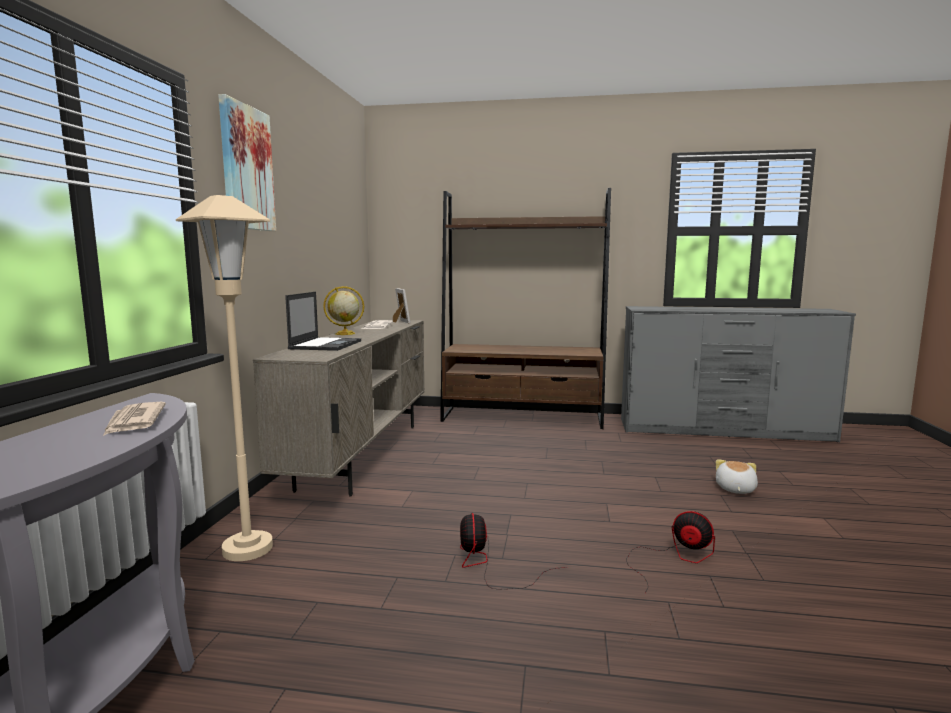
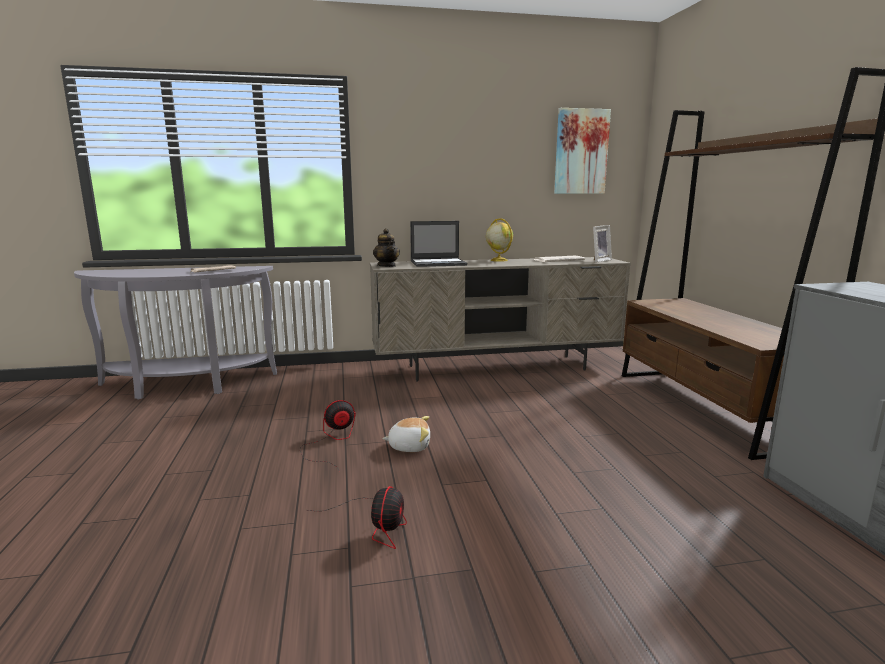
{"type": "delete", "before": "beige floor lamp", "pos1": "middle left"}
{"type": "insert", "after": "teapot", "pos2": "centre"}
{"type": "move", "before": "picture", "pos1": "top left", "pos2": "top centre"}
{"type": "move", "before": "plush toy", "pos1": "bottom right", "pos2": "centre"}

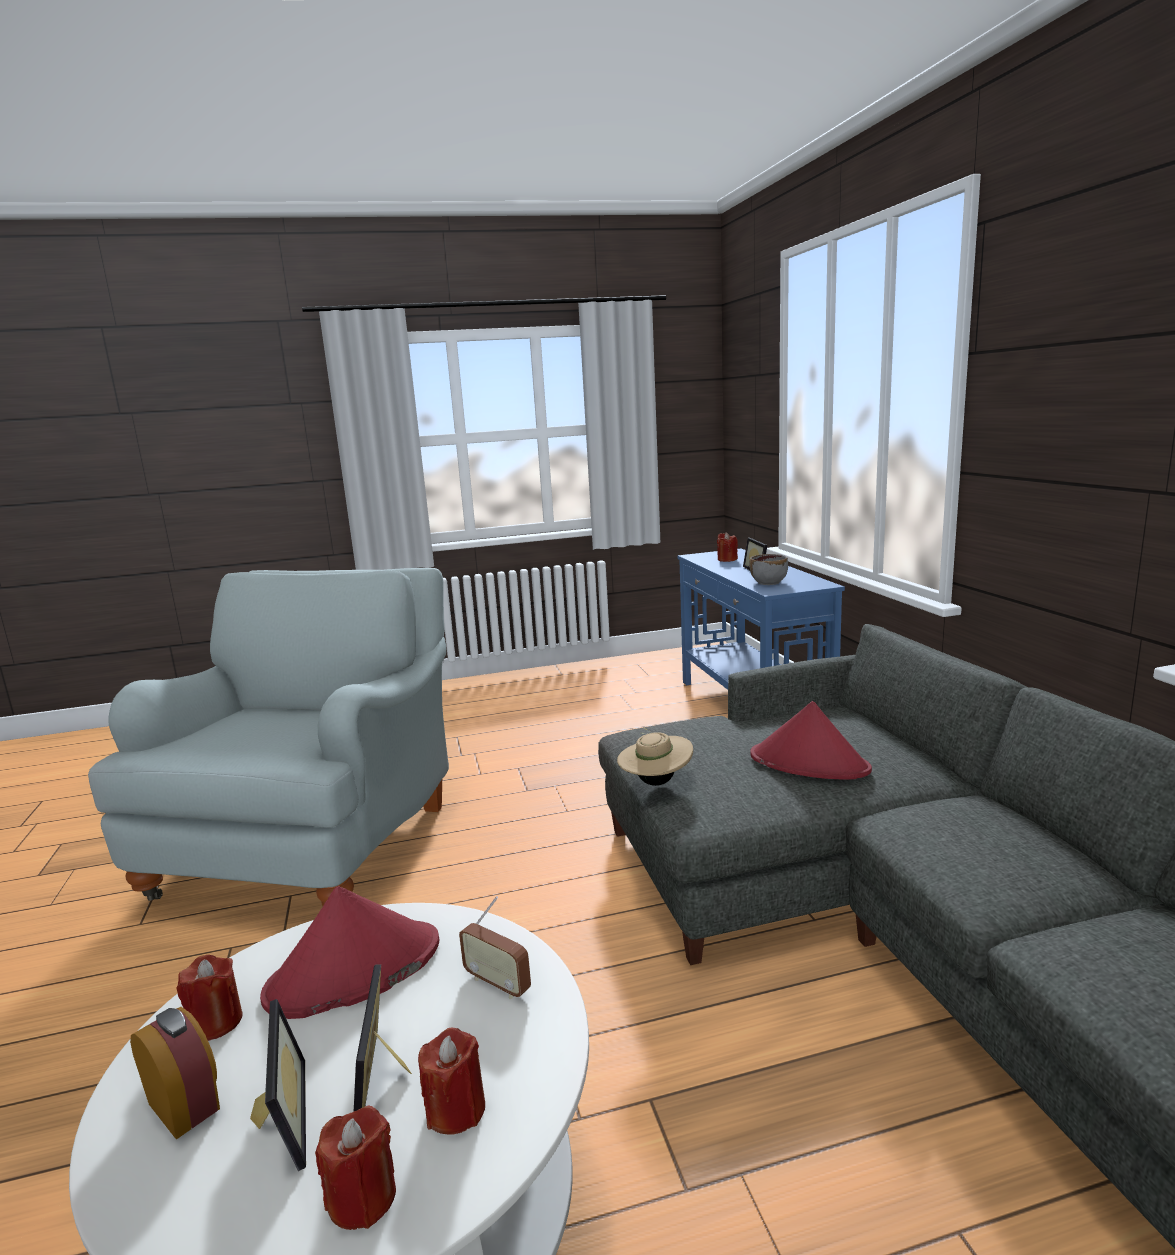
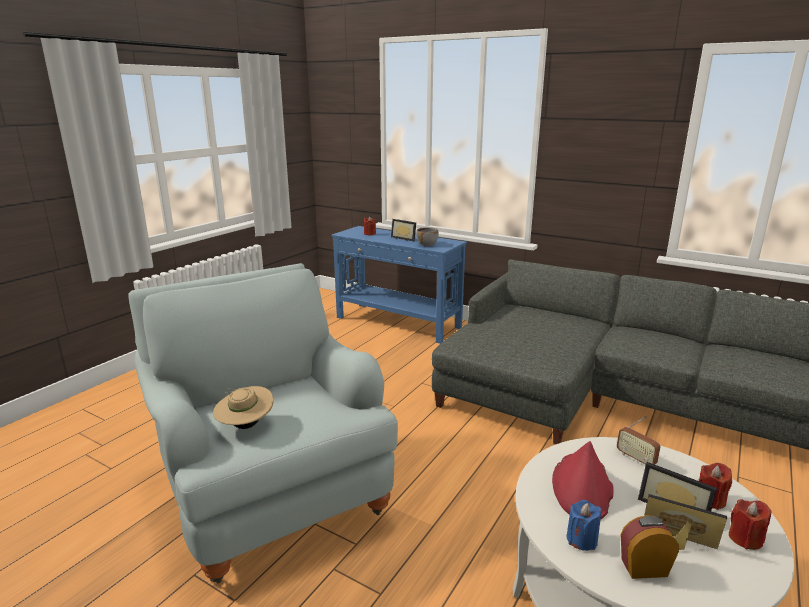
{"type": "delete", "before": "red hat (2nd from left)", "pos1": "middle right"}
{"type": "move", "before": "beige hat", "pos1": "centre", "pos2": "bottom left"}
{"type": "recolor", "before": "red candle (1st from left)", "after": "blue candle", "pos1": "bottom left", "pos2": "bottom right"}
{"type": "rotate", "before": "radio", "pos1": "bottom centre", "pos2": "bottom right", "turn": 60}

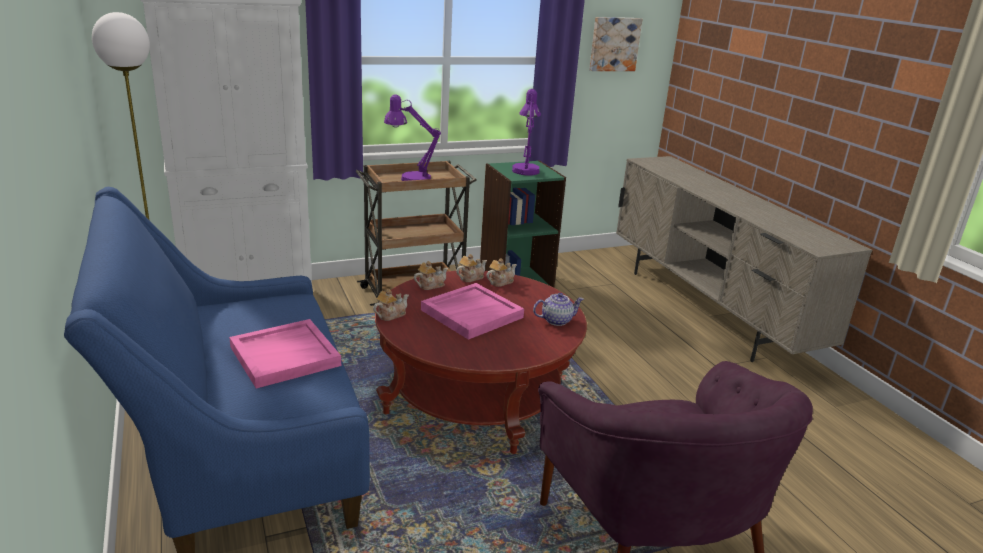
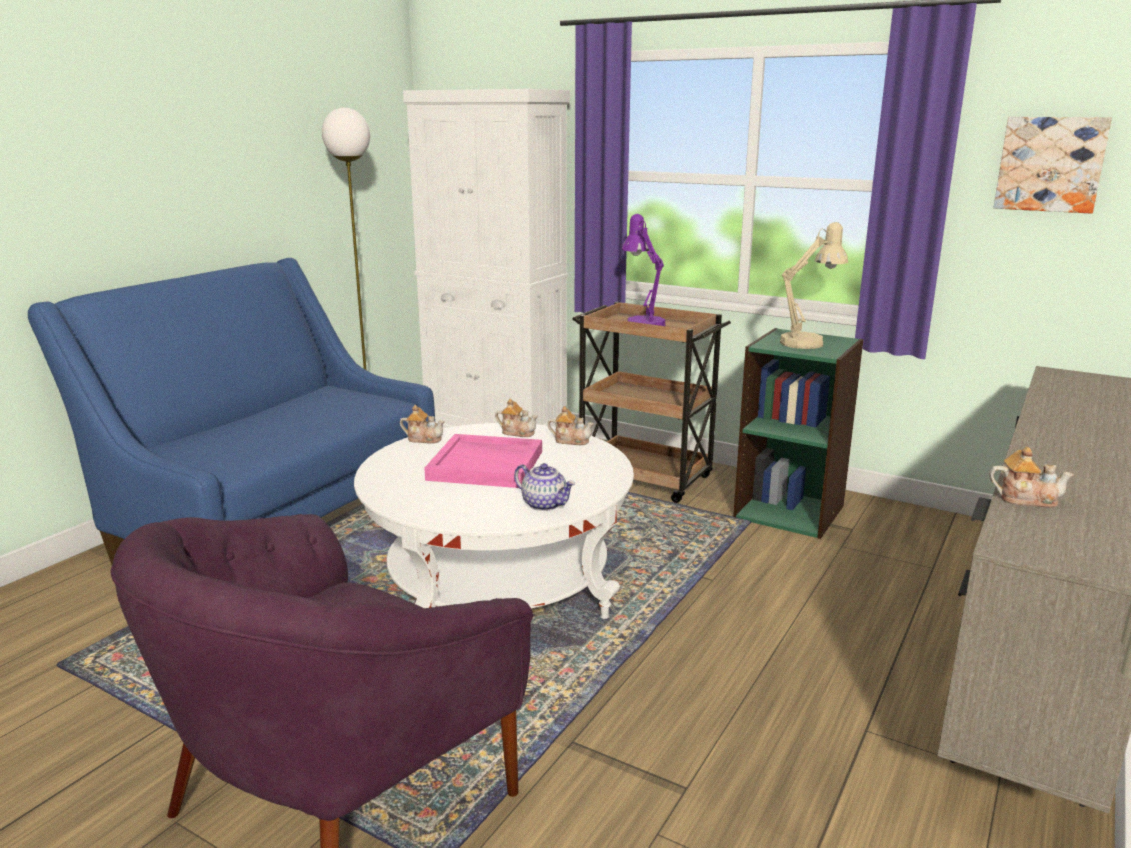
{"type": "delete", "before": "pink tray (1st from left)", "pos1": "middle left"}
{"type": "move", "before": "teapot (4th from left in the first image)", "after": "teapot (5th from left)", "pos1": "centre", "pos2": "middle right"}
{"type": "recolor", "before": "red coffee table", "after": "white coffee table", "pos1": "centre", "pos2": "centre"}
{"type": "recolor", "before": "purple table lamp (2nd from left)", "after": "beige table lamp", "pos1": "top centre", "pos2": "middle right"}

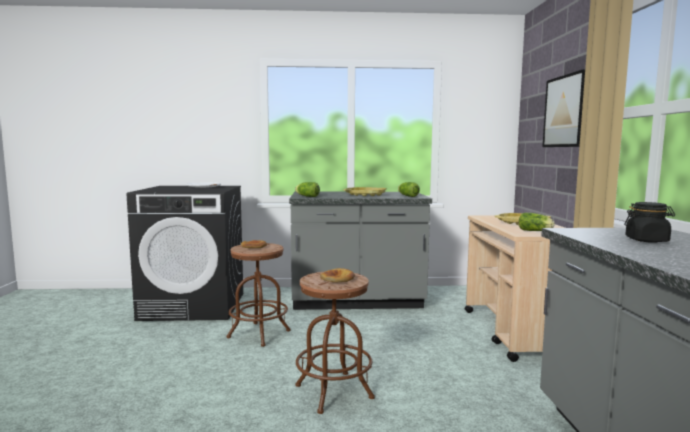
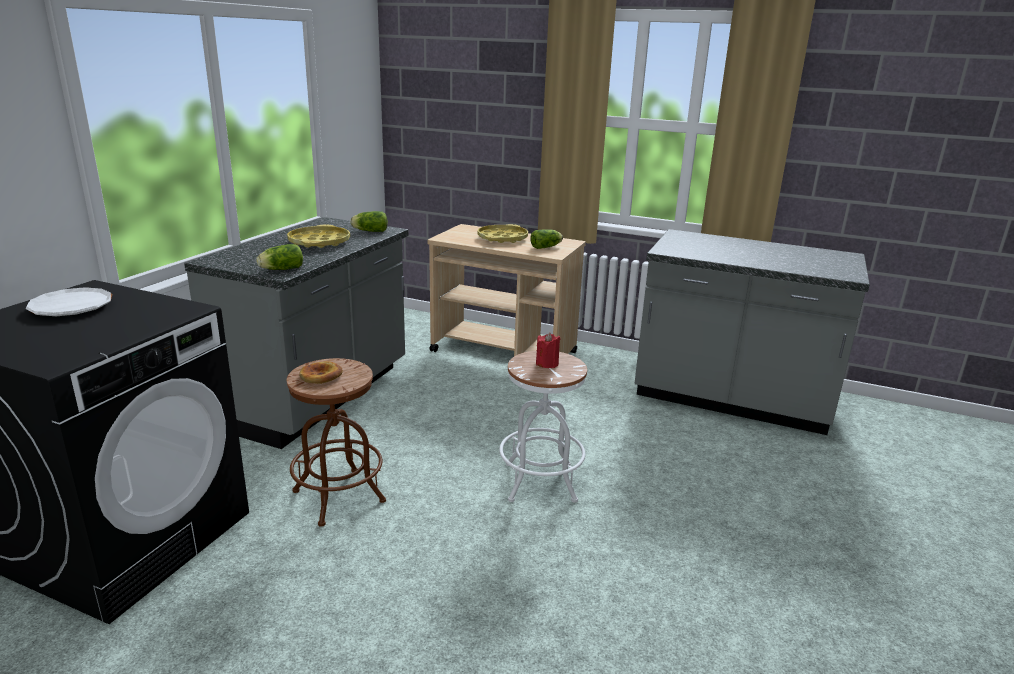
{"type": "delete", "before": "picture", "pos1": "top right"}
{"type": "delete", "before": "black jar", "pos1": "middle right"}
{"type": "replace", "before": "bread (2nd from left)", "after": "red candle", "pos1": "centre", "pos2": "centre"}
{"type": "recolor", "before": "brown stool (2nd from left)", "after": "white stool", "pos1": "bottom centre", "pos2": "centre"}

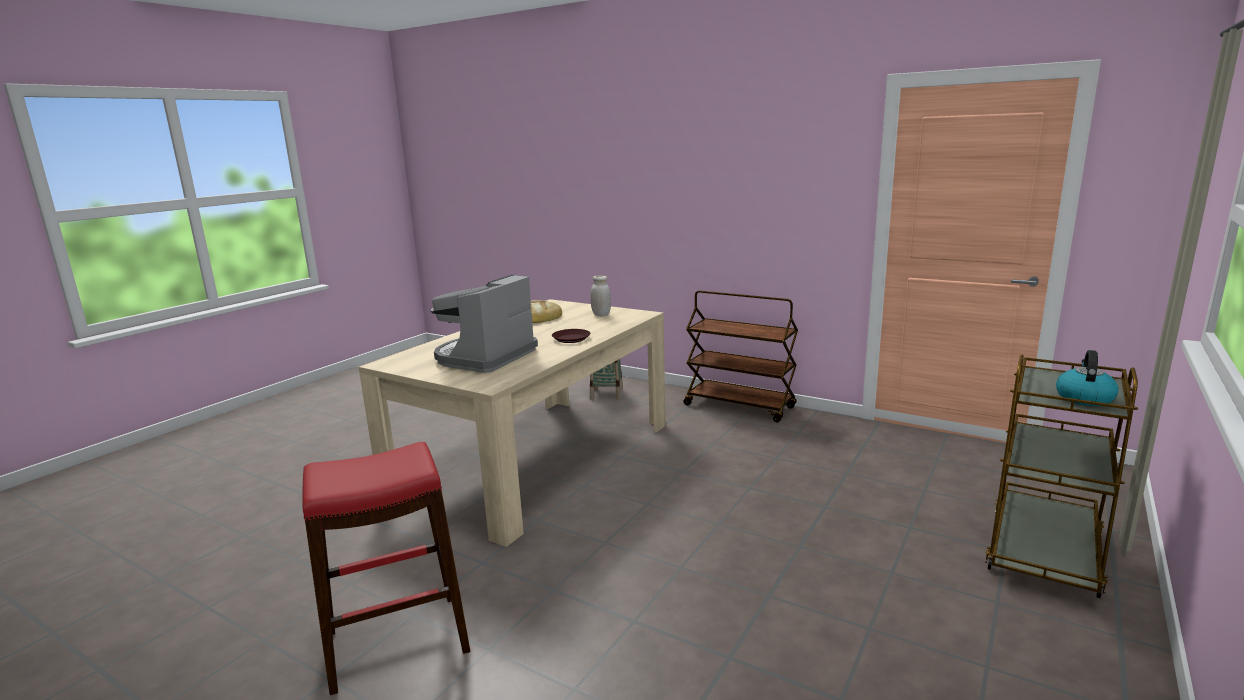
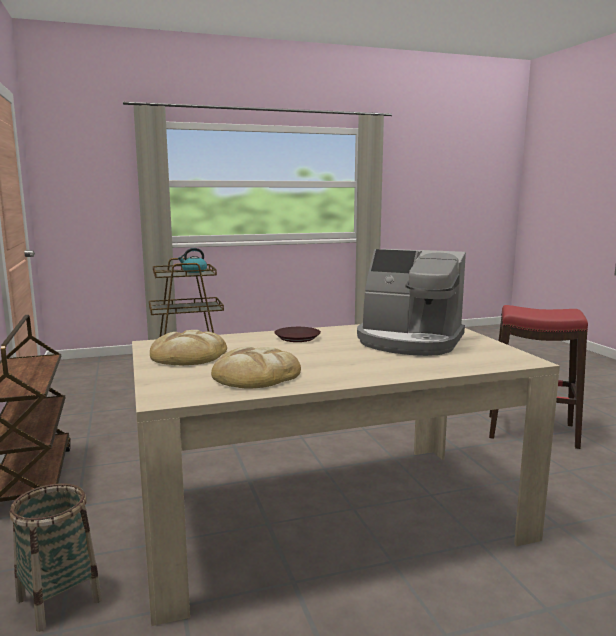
{"type": "replace", "before": "white jar", "after": "bread (1st from left)", "pos1": "centre", "pos2": "middle left"}
{"type": "rotate", "before": "coffee machine", "pos1": "centre", "pos2": "middle right", "turn": 45}

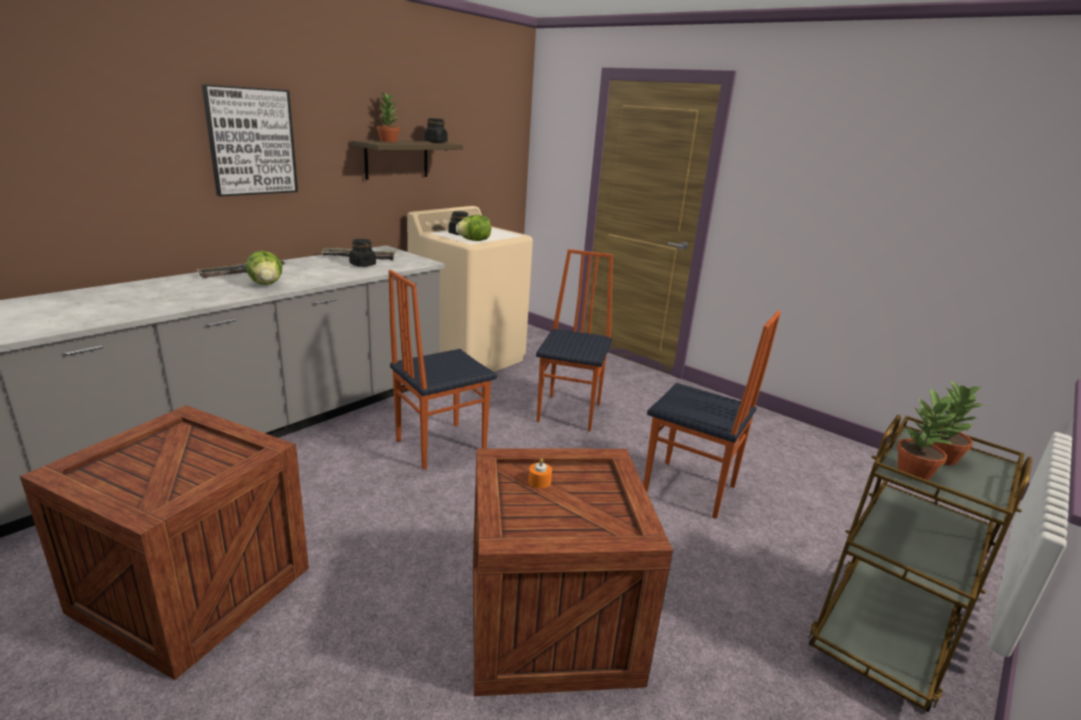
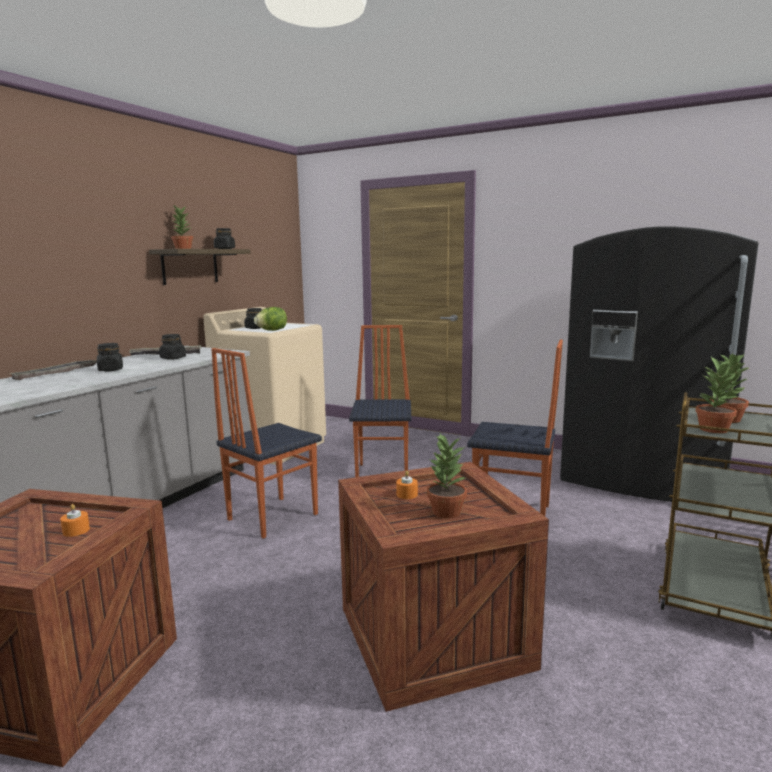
{"type": "delete", "before": "picture", "pos1": "top left"}
{"type": "delete", "before": "lettuce (1st from left)", "pos1": "middle left"}
{"type": "insert", "after": "orange candle (1st from left)", "pos2": "bottom left"}
{"type": "insert", "after": "black jar (1st from left)", "pos2": "middle left"}
{"type": "insert", "after": "potted plant (2nd from left)", "pos2": "centre"}
{"type": "insert", "after": "black fridge", "pos2": "middle right"}

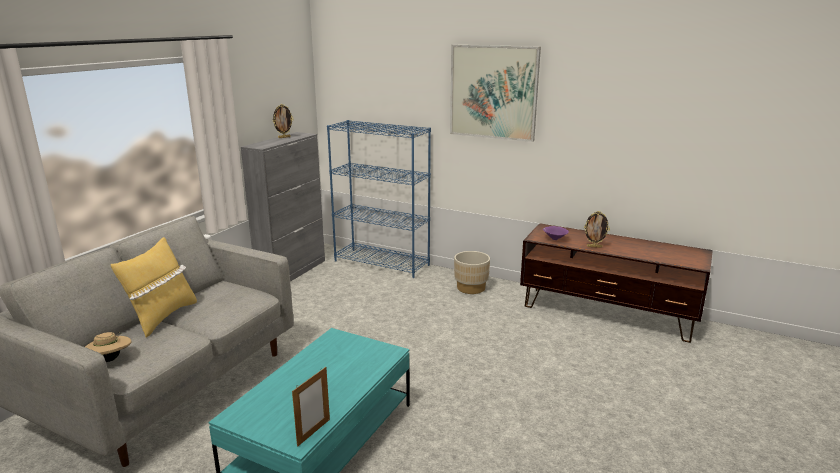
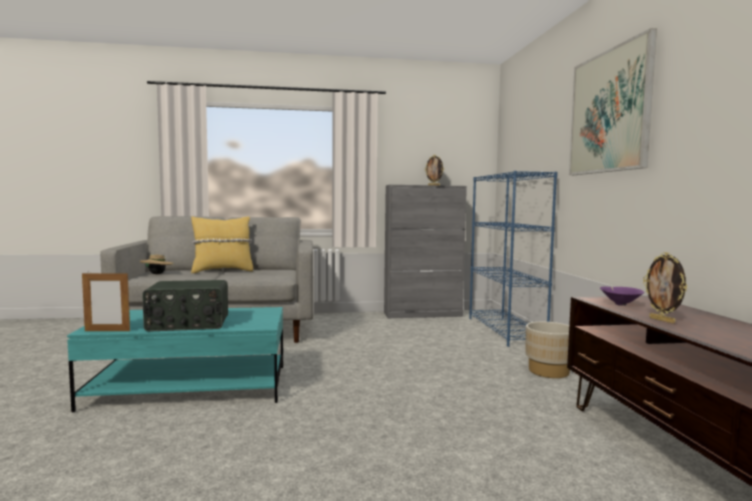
{"type": "insert", "after": "radio", "pos2": "middle left"}

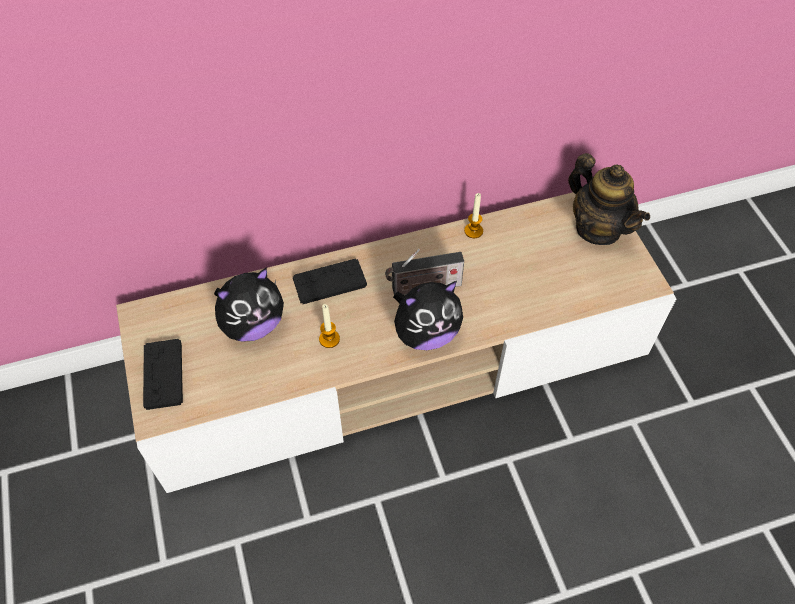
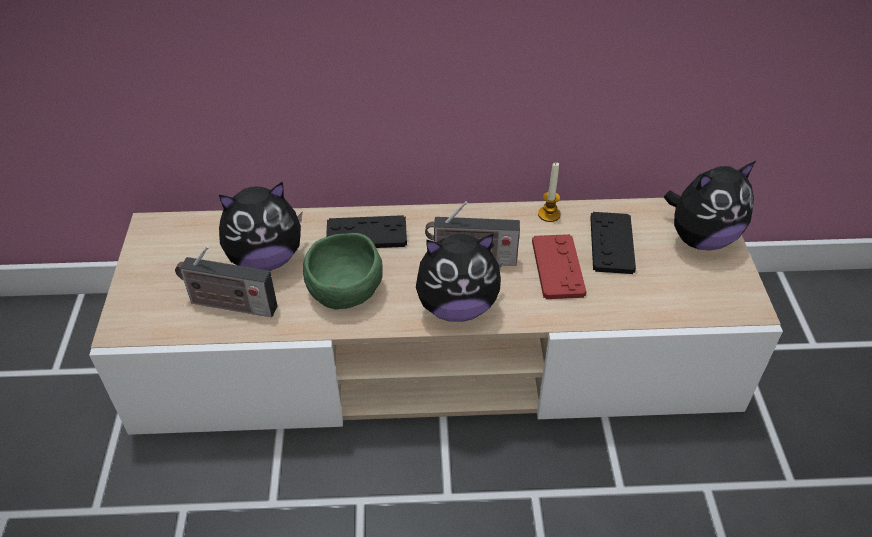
{"type": "insert", "after": "radio (1st from left)", "pos2": "middle left"}
{"type": "insert", "after": "red game controller", "pos2": "centre"}
{"type": "move", "before": "black game controller (1st from left in the first image)", "after": "black game controller (2nd from left)", "pos1": "middle left", "pos2": "middle right"}
{"type": "replace", "before": "candle (1st from left)", "after": "green bowl", "pos1": "centre", "pos2": "centre"}
{"type": "replace", "before": "teapot", "after": "plush toy (3rd from left)", "pos1": "top right", "pos2": "middle right"}

